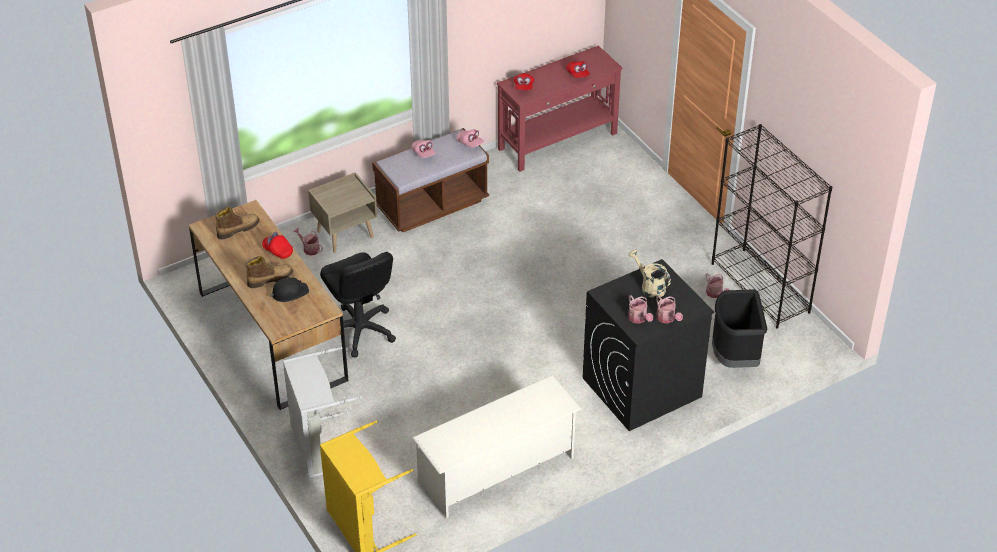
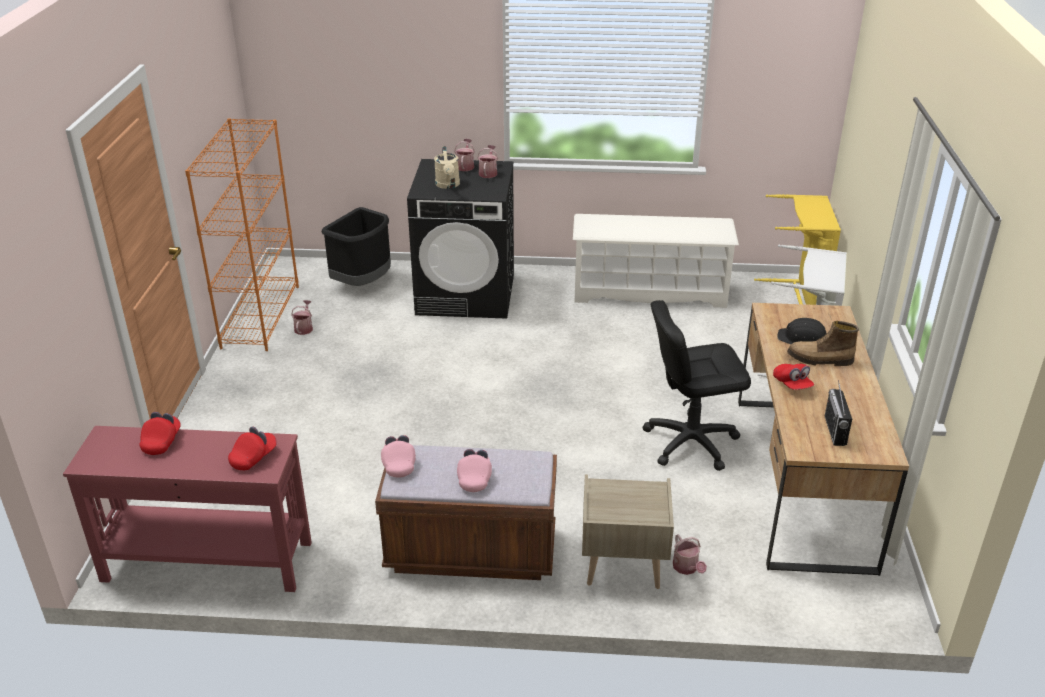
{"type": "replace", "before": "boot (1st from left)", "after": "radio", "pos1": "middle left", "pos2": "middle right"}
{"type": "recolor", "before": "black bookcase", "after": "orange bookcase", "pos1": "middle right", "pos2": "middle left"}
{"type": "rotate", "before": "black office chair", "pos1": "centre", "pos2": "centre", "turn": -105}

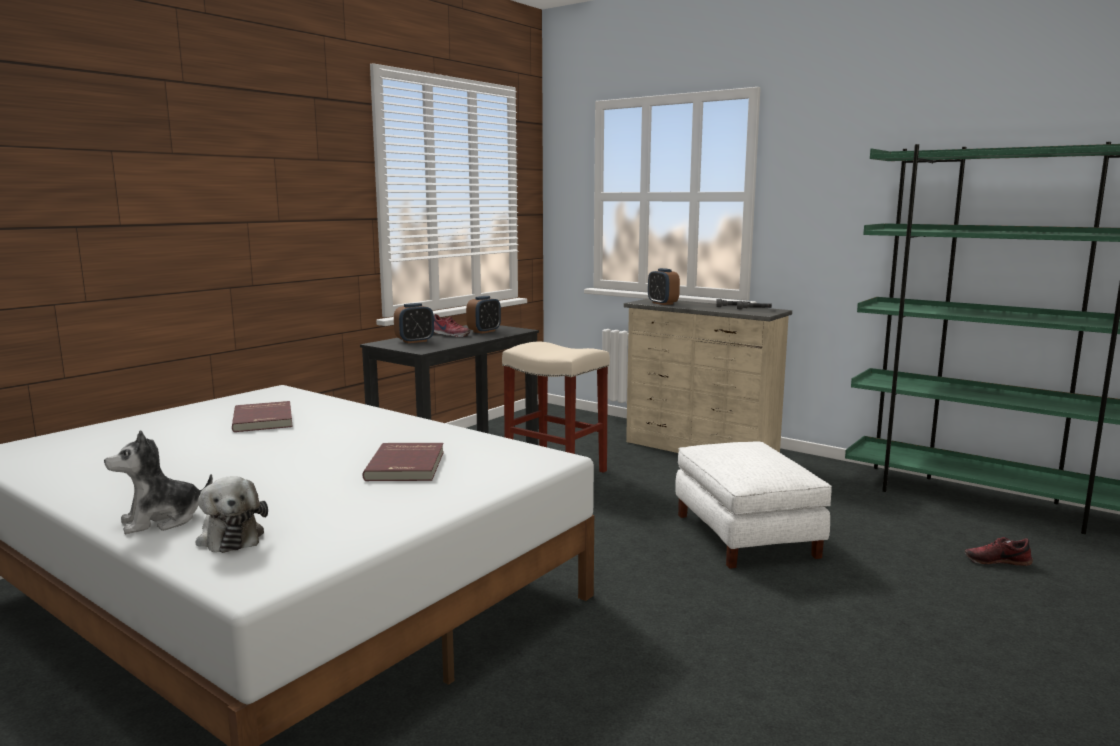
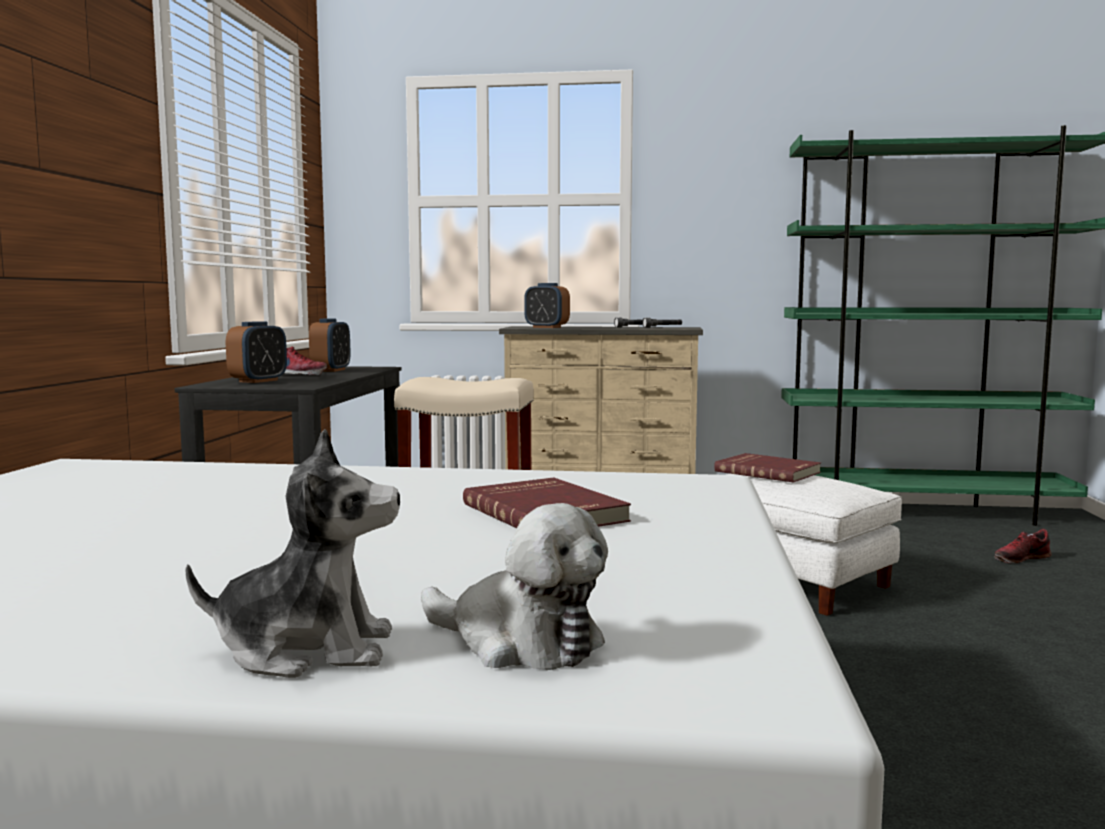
{"type": "move", "before": "red book (1st from left in the first image)", "after": "red book (2nd from left)", "pos1": "middle left", "pos2": "middle right"}
{"type": "rotate", "before": "plush toy (1st from left)", "pos1": "middle left", "pos2": "bottom left", "turn": -120}

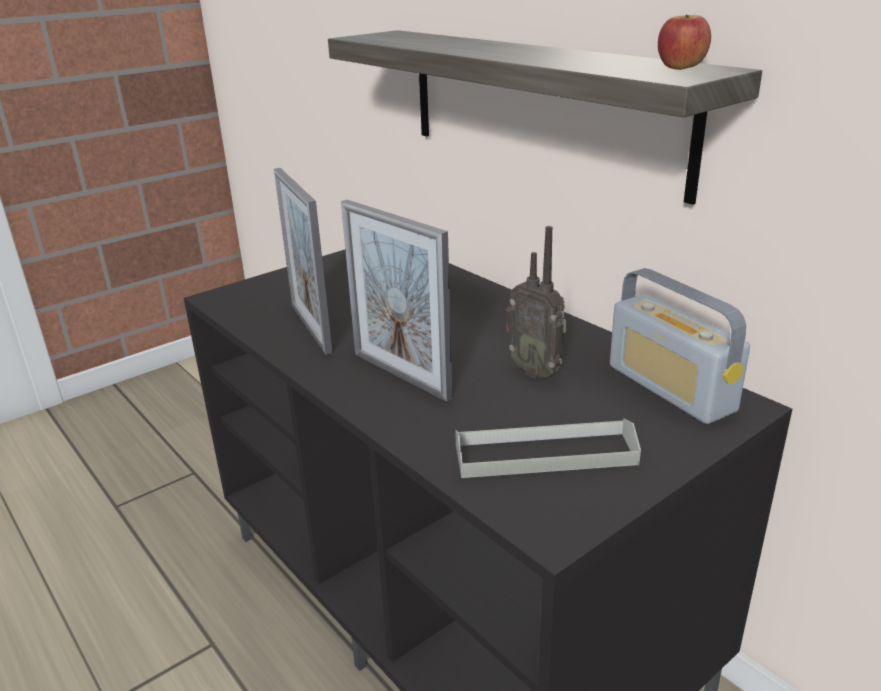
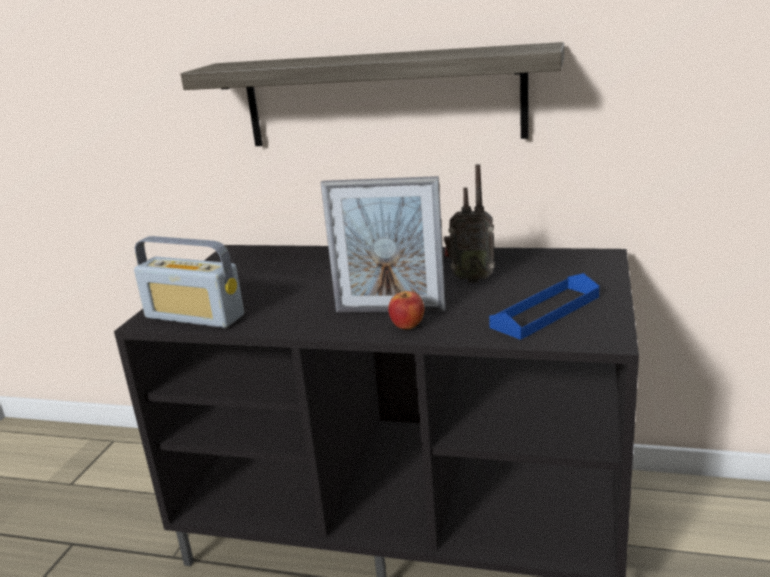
{"type": "delete", "before": "picture frame (1st from left)", "pos1": "centre"}
{"type": "move", "before": "radio (2nd from left in the first image)", "after": "radio (1st from left)", "pos1": "middle right", "pos2": "middle left"}
{"type": "move", "before": "apple", "pos1": "top right", "pos2": "centre"}
{"type": "recolor", "before": "grey tray", "after": "blue tray", "pos1": "centre", "pos2": "middle right"}

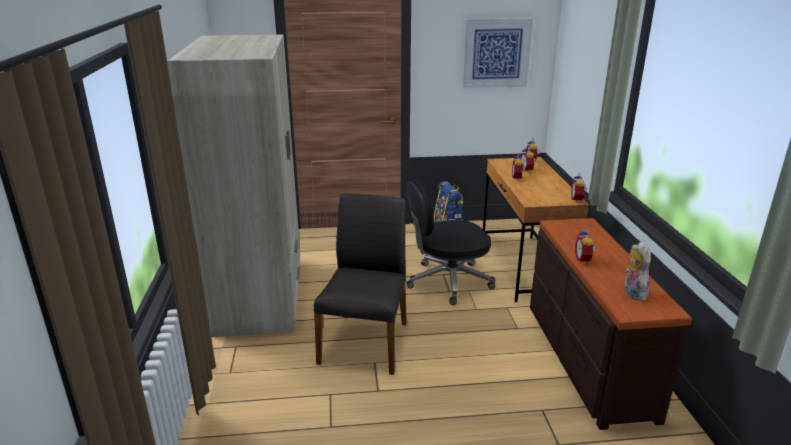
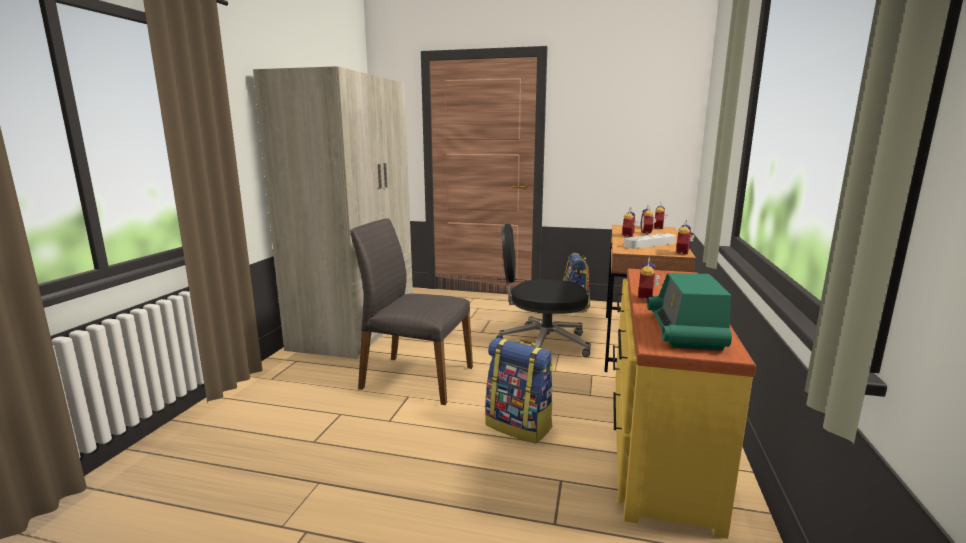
{"type": "delete", "before": "picture", "pos1": "top centre"}
{"type": "insert", "after": "backpack (1st from left)", "pos2": "bottom centre"}
{"type": "insert", "after": "grey tray", "pos2": "middle right"}
{"type": "replace", "before": "plush toy", "after": "radio", "pos1": "middle right", "pos2": "middle right"}
{"type": "recolor", "before": "brown dresser", "after": "yellow dresser", "pos1": "bottom right", "pos2": "bottom right"}
{"type": "rotate", "before": "grey chair", "pos1": "centre", "pos2": "centre", "turn": -105}

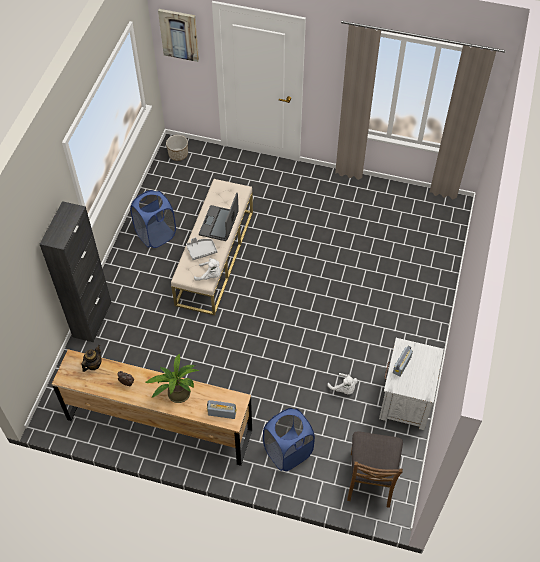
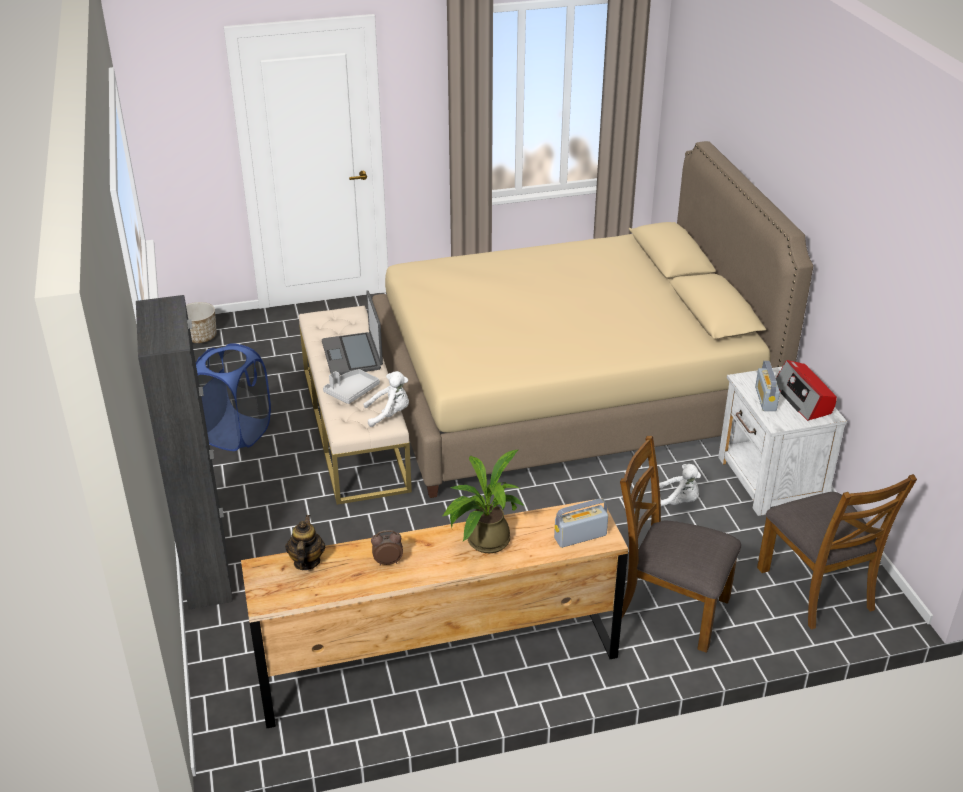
{"type": "delete", "before": "picture", "pos1": "top left"}
{"type": "insert", "after": "beige bed", "pos2": "centre"}
{"type": "insert", "after": "radio (3rd from left)", "pos2": "middle right"}
{"type": "replace", "before": "blue laundry basket (2nd from left)", "after": "brown chair (1st from left)", "pos1": "bottom centre", "pos2": "bottom right"}

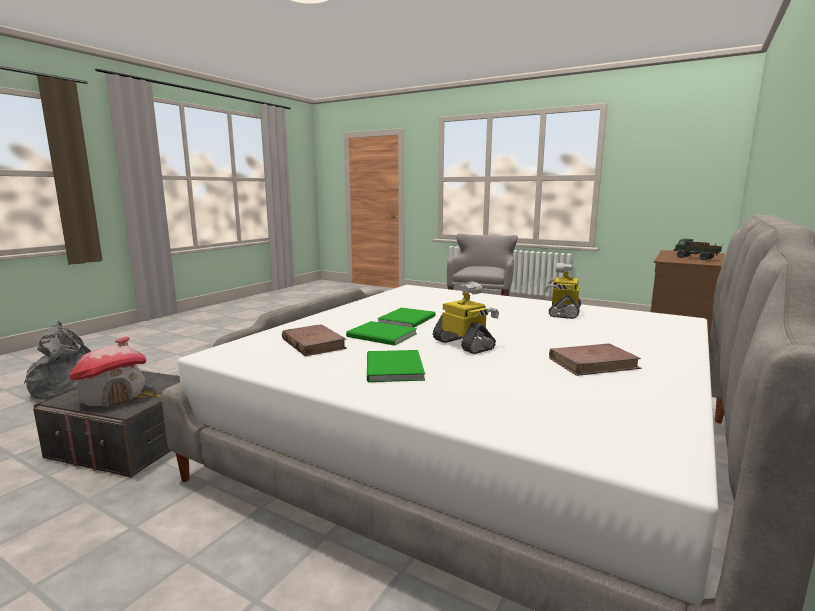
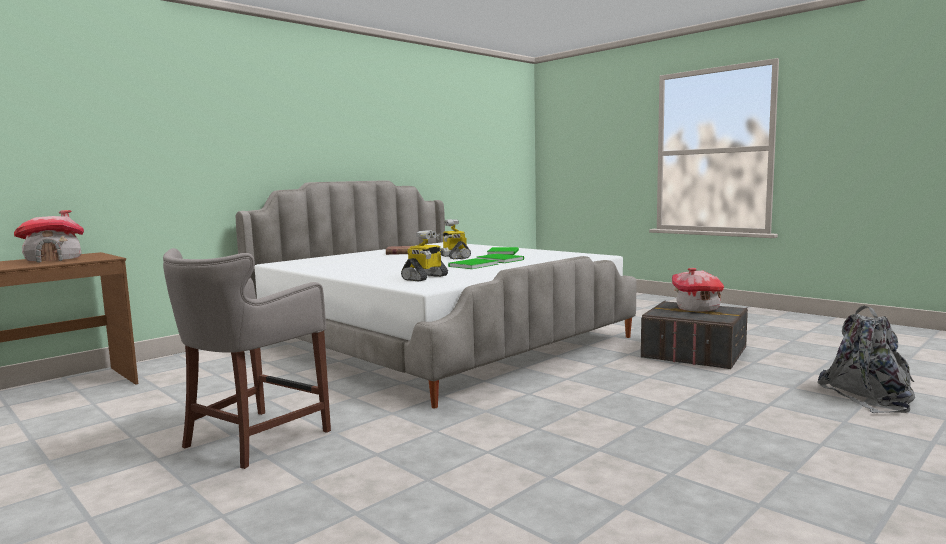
{"type": "delete", "before": "brown book (1st from left)", "pos1": "centre"}
{"type": "move", "before": "toy robot (2nd from left in the first image)", "after": "toy robot (1st from left)", "pos1": "middle right", "pos2": "centre"}
{"type": "replace", "before": "toy truck", "after": "toy house (1st from left)", "pos1": "middle right", "pos2": "middle left"}

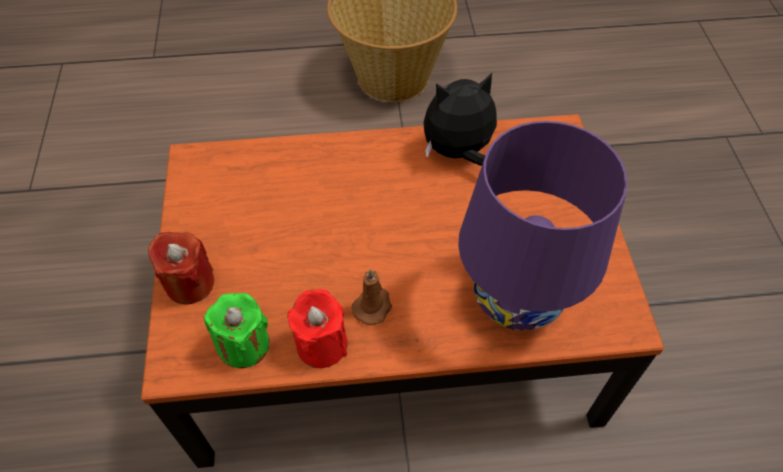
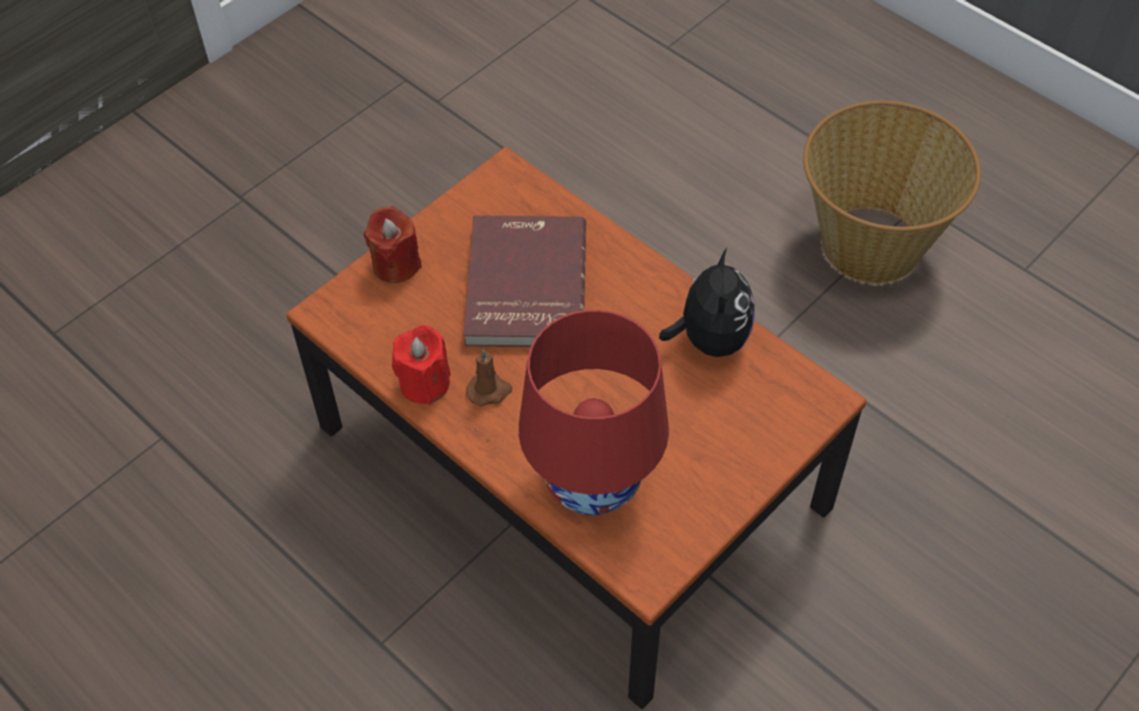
{"type": "delete", "before": "green candle", "pos1": "bottom left"}
{"type": "insert", "after": "red book", "pos2": "centre"}
{"type": "recolor", "before": "purple table lamp", "after": "red table lamp", "pos1": "middle right", "pos2": "centre"}
{"type": "rotate", "before": "plush toy", "pos1": "top centre", "pos2": "centre", "turn": 60}

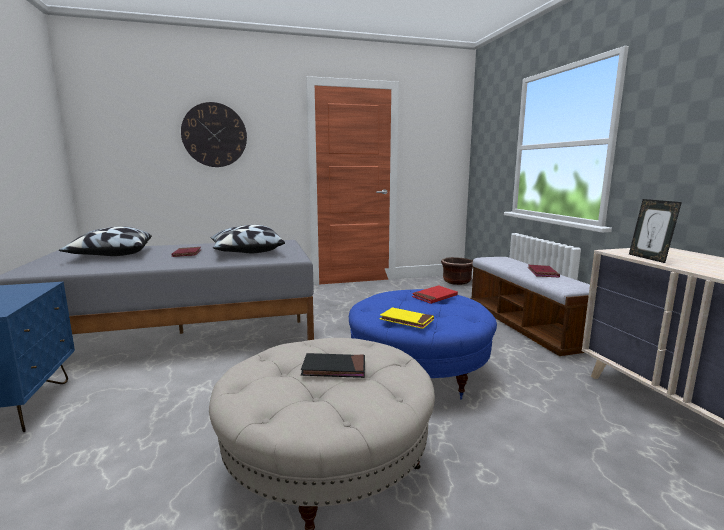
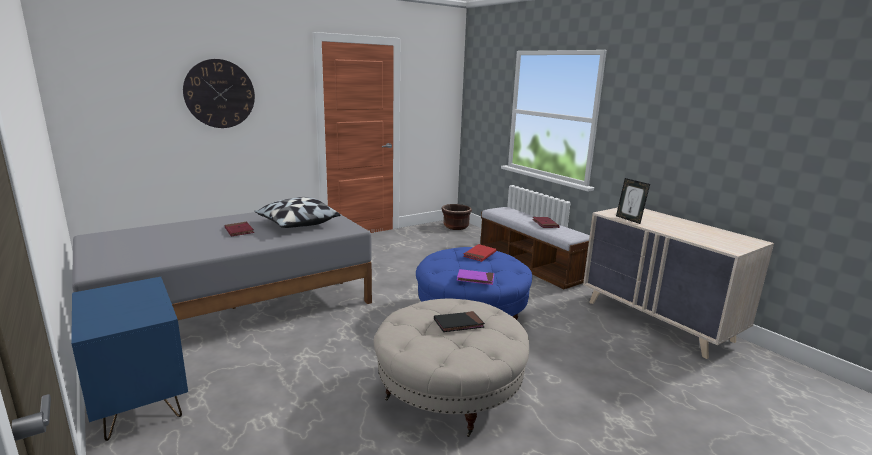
{"type": "delete", "before": "pillow (1st from left)", "pos1": "middle left"}
{"type": "recolor", "before": "yellow book", "after": "purple book", "pos1": "centre", "pos2": "centre"}

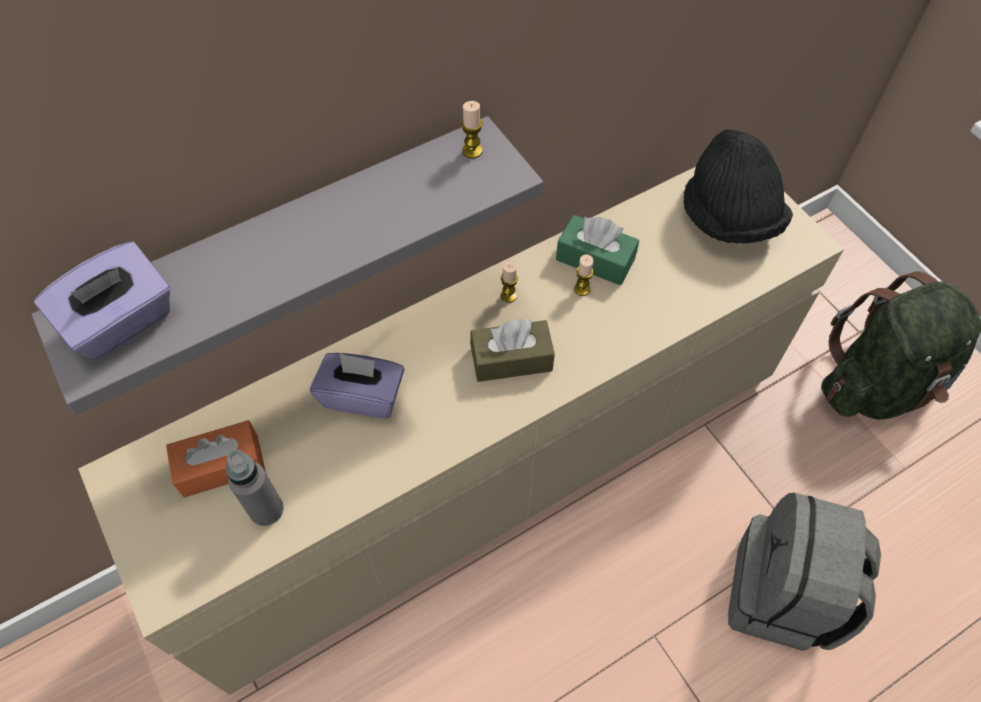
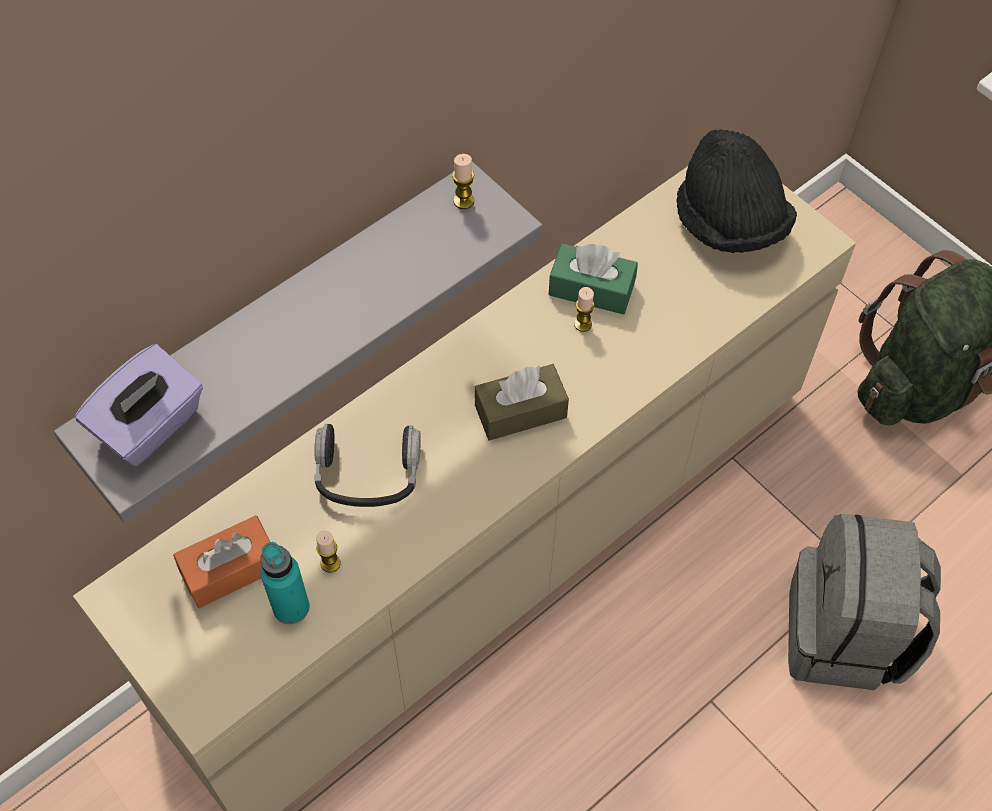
{"type": "move", "before": "candle (2nd from left in the first image)", "after": "candle (1st from left)", "pos1": "centre", "pos2": "bottom left"}
{"type": "replace", "before": "purple tissue box (2nd from left)", "after": "headphones", "pos1": "centre", "pos2": "centre"}
{"type": "recolor", "before": "grey bottle", "after": "turquoise bottle", "pos1": "bottom left", "pos2": "bottom left"}

